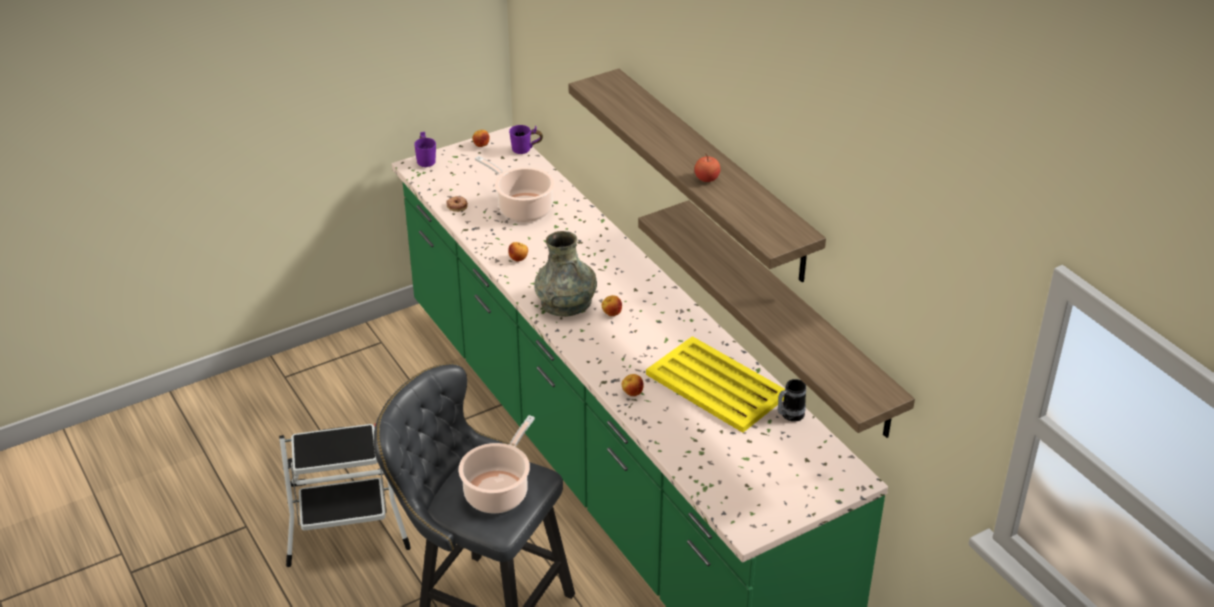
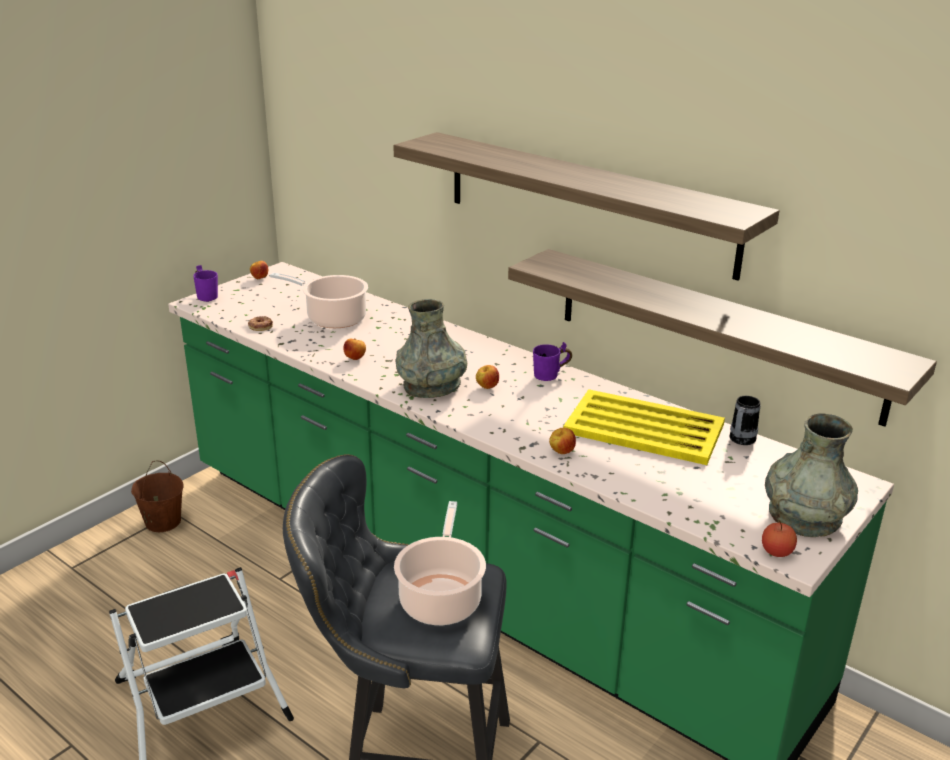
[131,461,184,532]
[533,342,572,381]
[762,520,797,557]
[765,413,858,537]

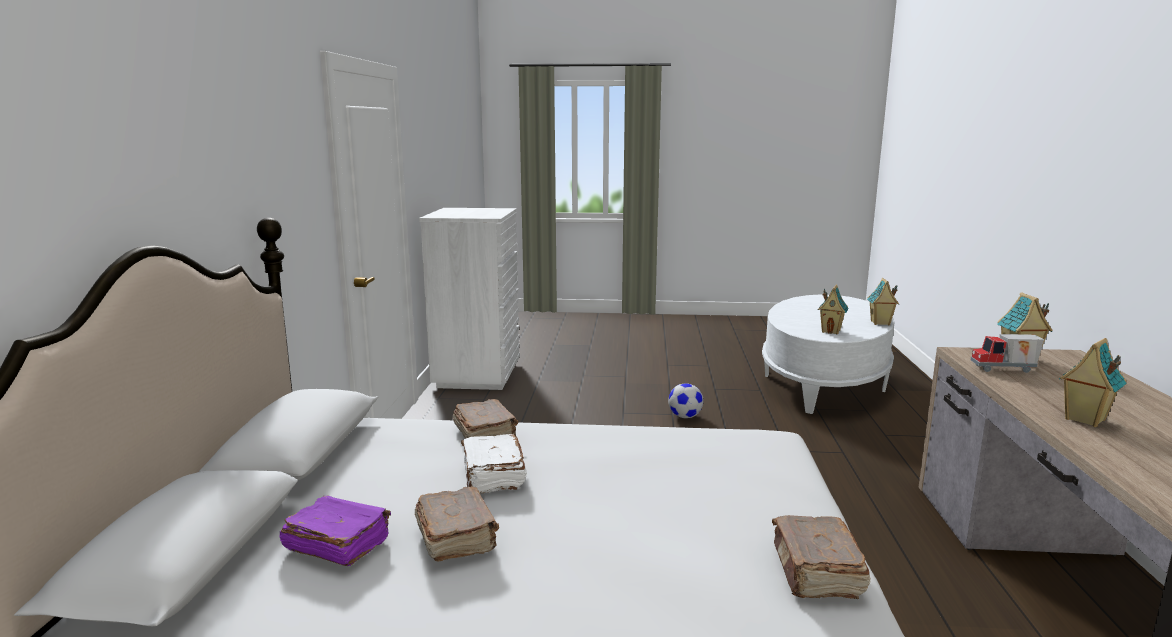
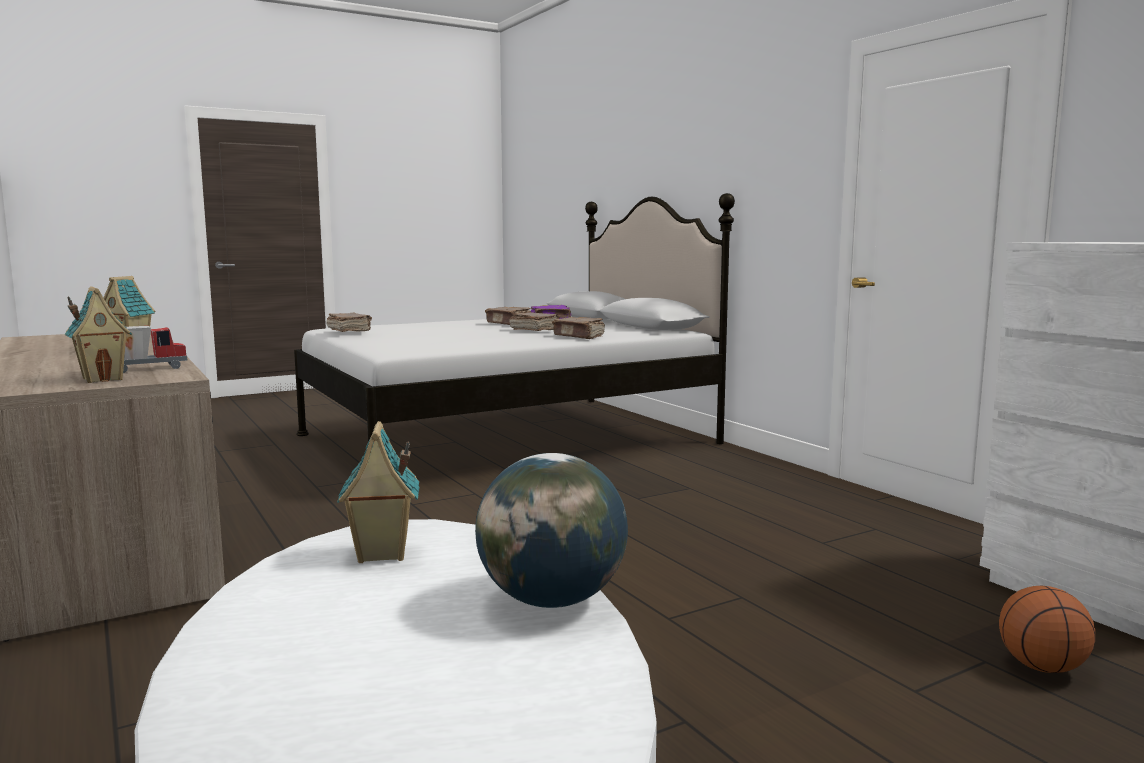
[475,453,628,608]
[509,312,560,331]
[999,585,1095,673]
[668,383,704,418] (first image)
[867,278,899,325] (first image)

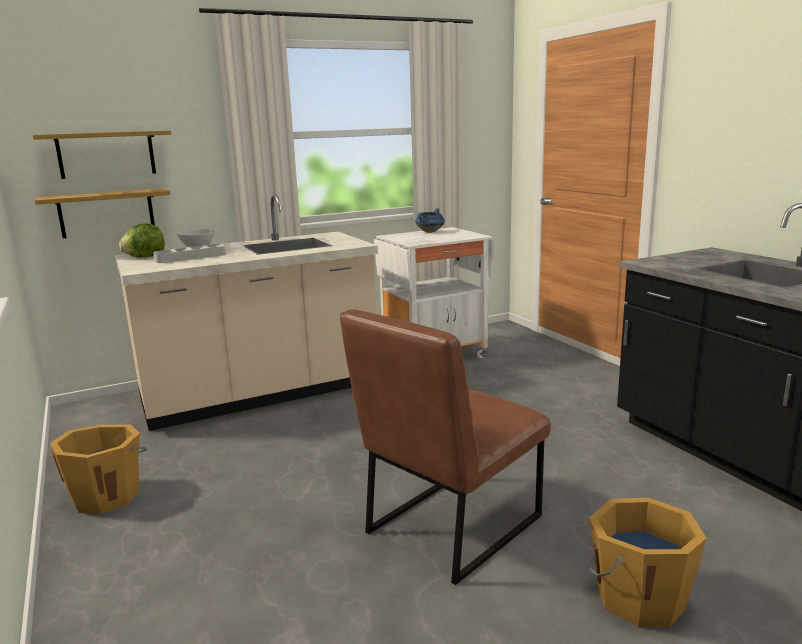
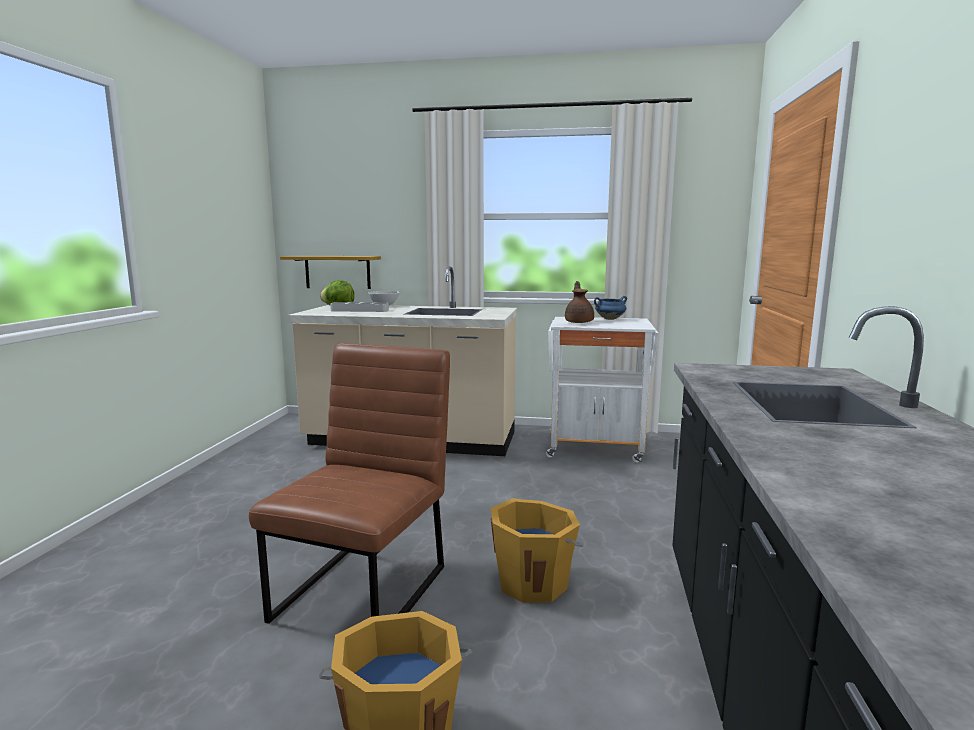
[249,343,450,624]
[491,498,584,603]
[565,281,594,323]
[33,130,171,179] (first image)

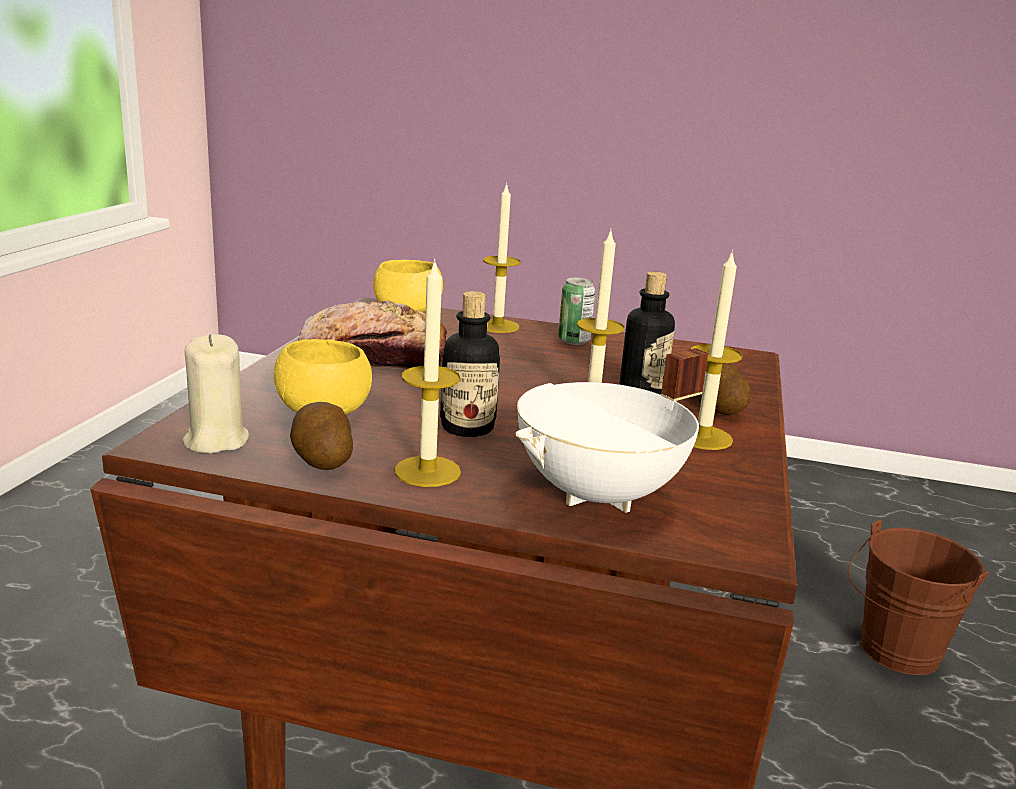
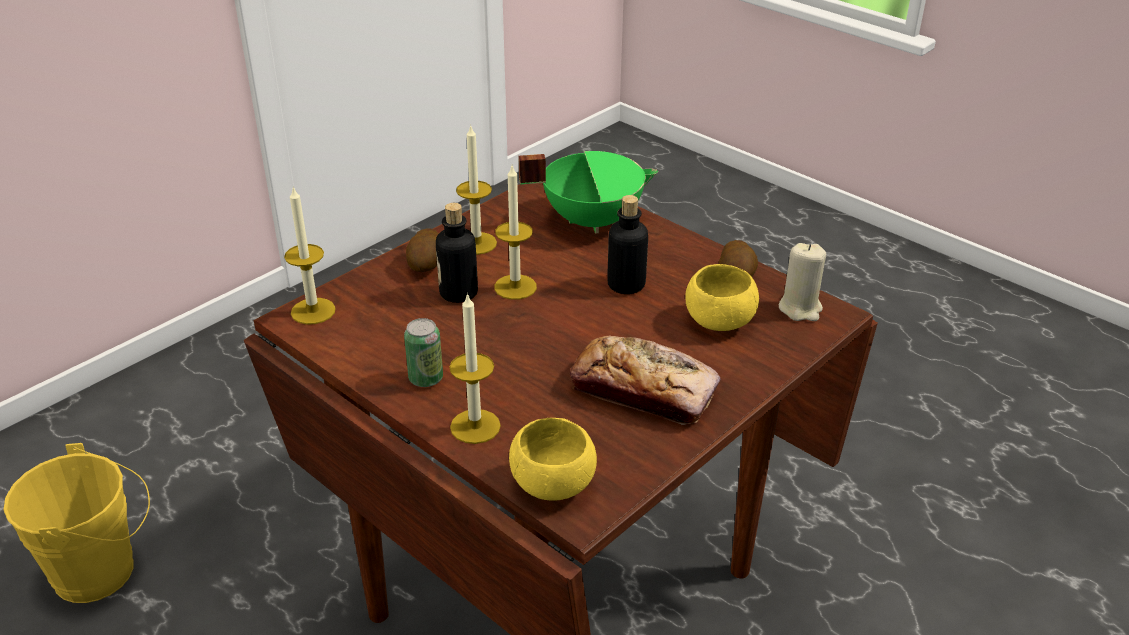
[4,443,150,603]
[284,187,336,325]
[518,151,658,233]

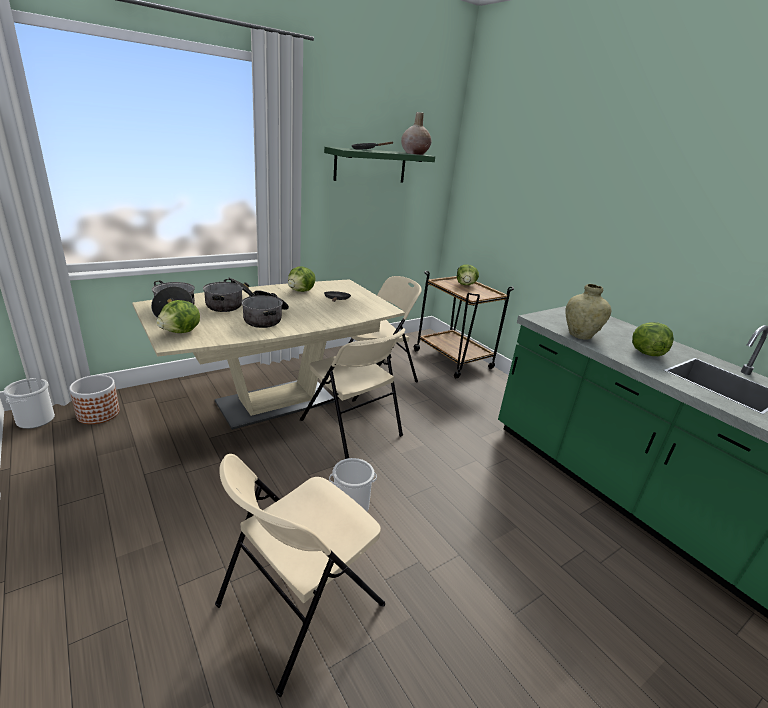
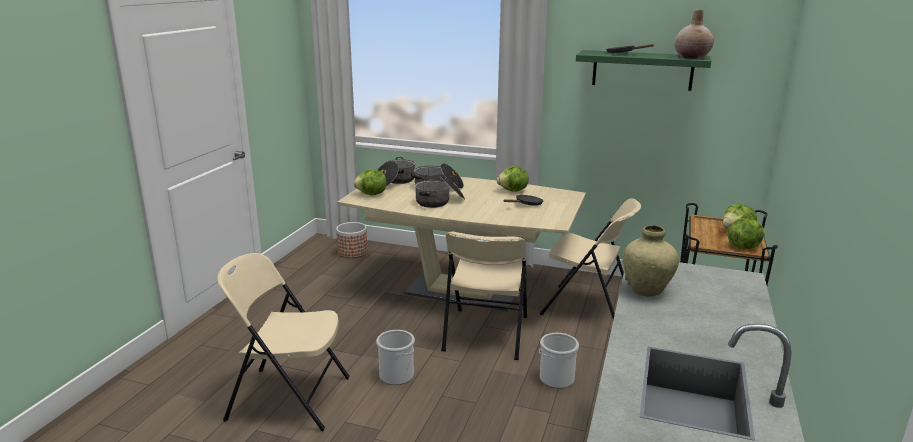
[539,333,579,388]
[727,218,765,250]

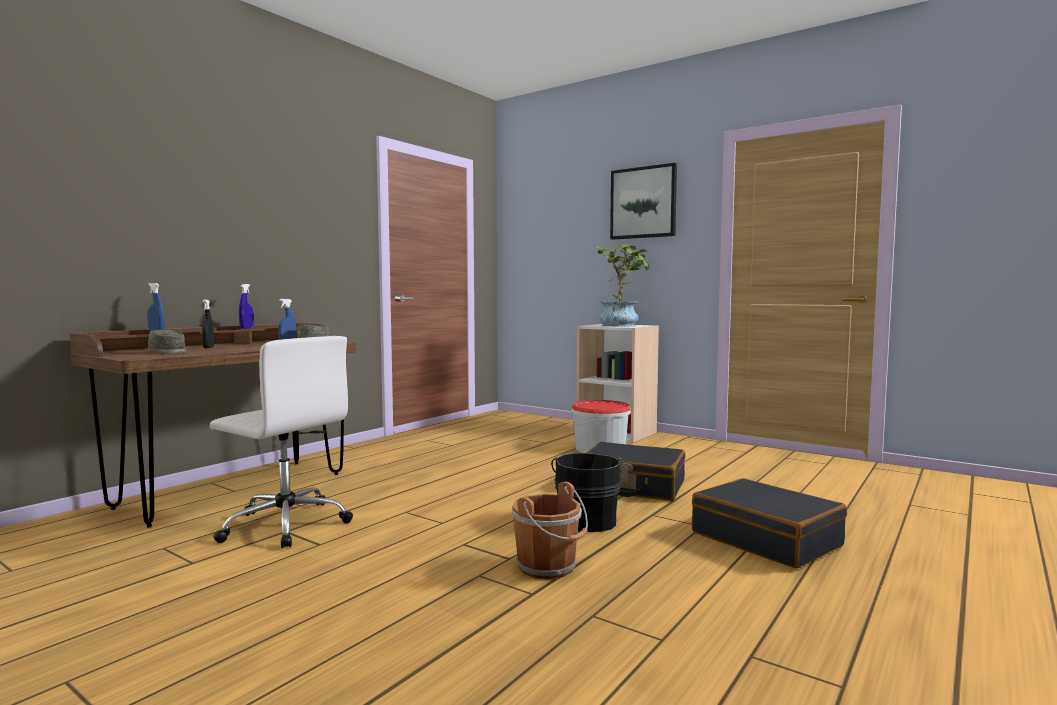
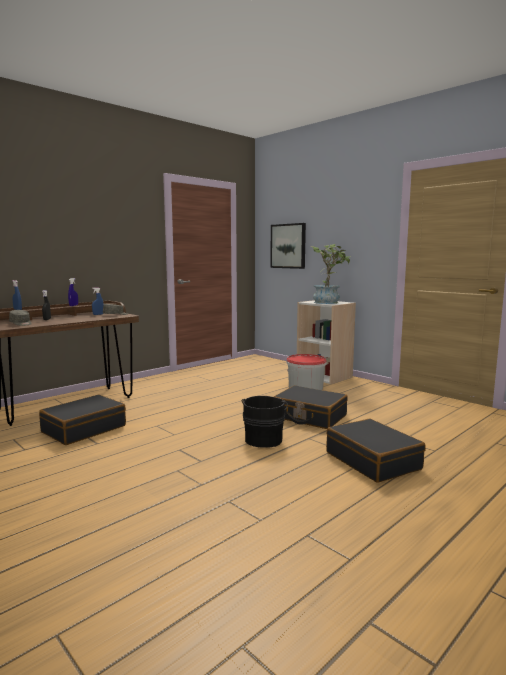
[39,395,126,445]
[270,223,306,269]
[512,482,588,579] (first image)

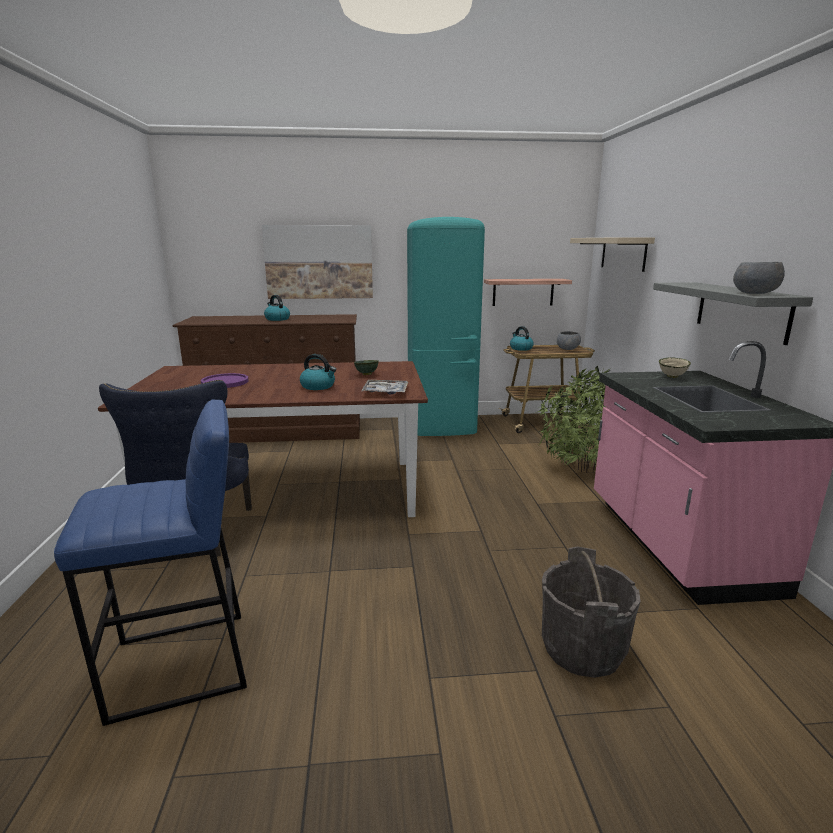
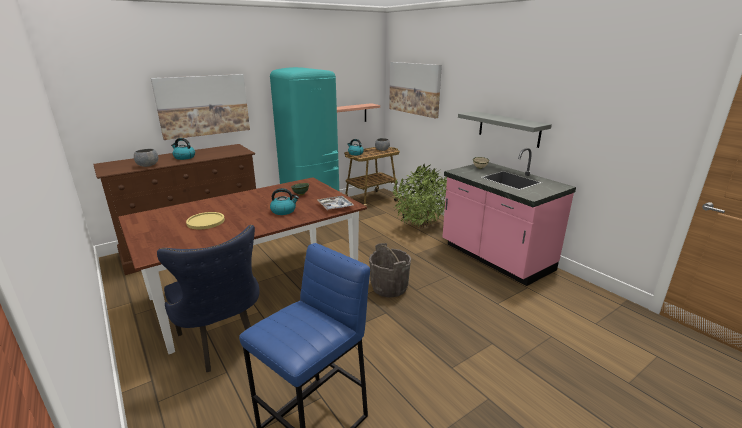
[134,149,158,167]
[186,212,225,229]
[369,243,411,298]
[389,62,442,119]

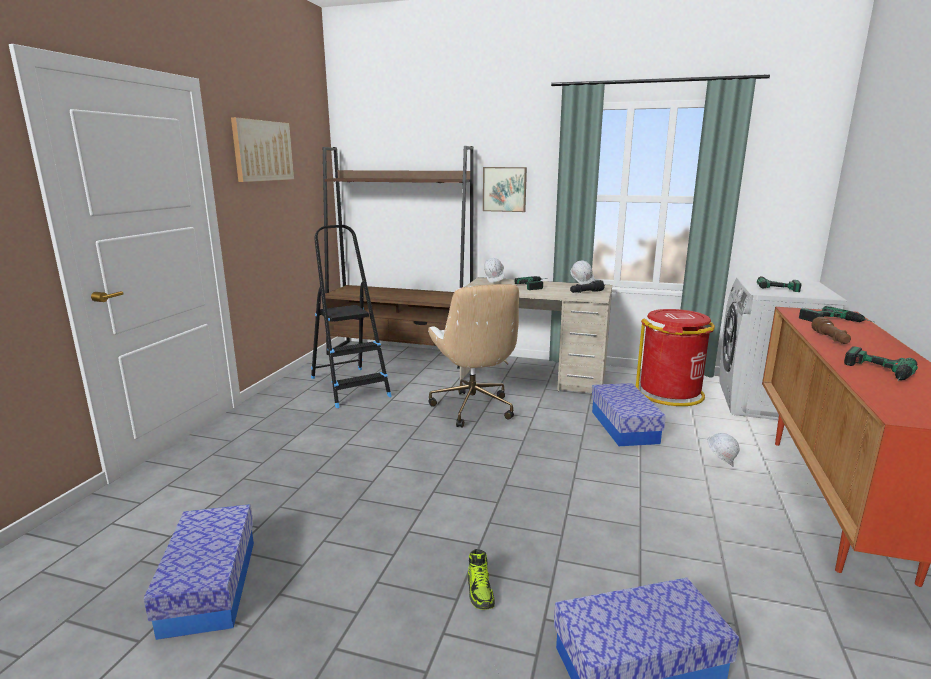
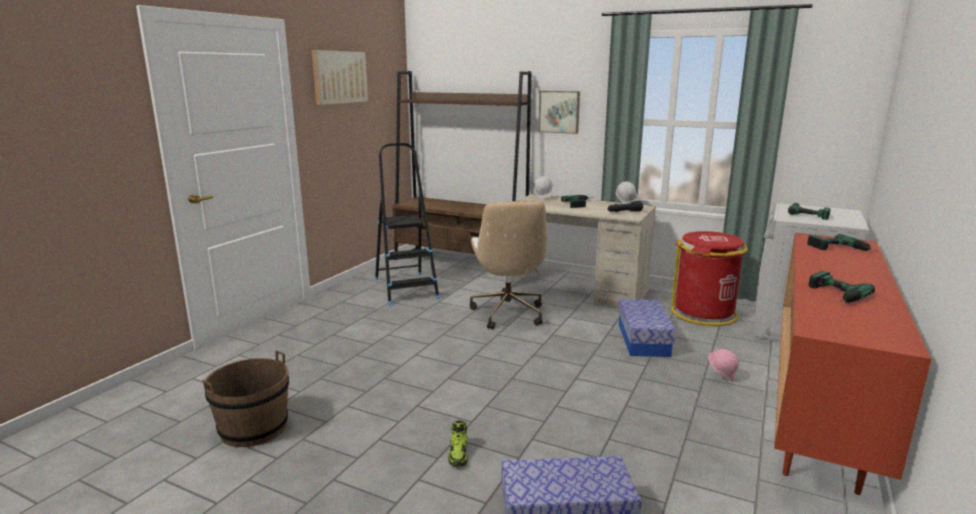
[202,350,289,447]
[708,349,739,382]
[811,317,851,344] (first image)

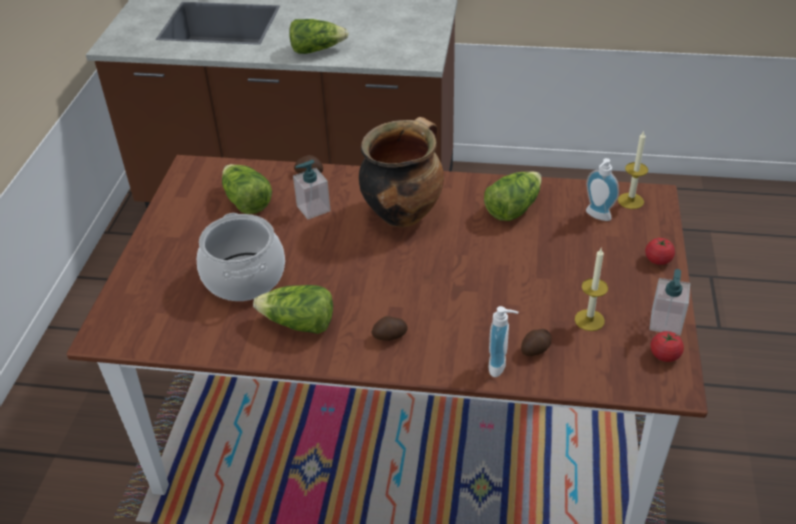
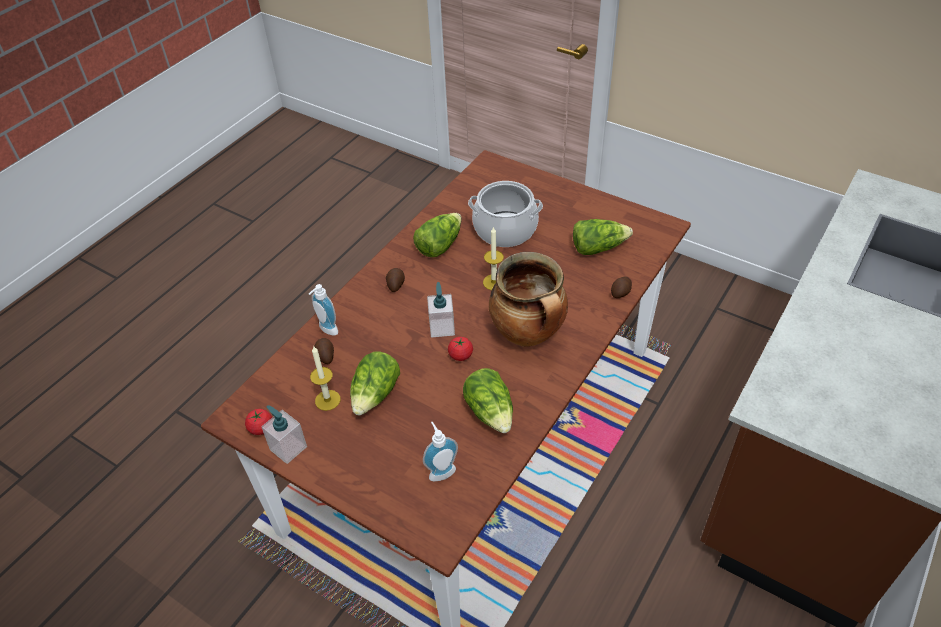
[350,351,400,415]
[427,282,455,337]
[448,337,473,361]
[483,227,504,290]

